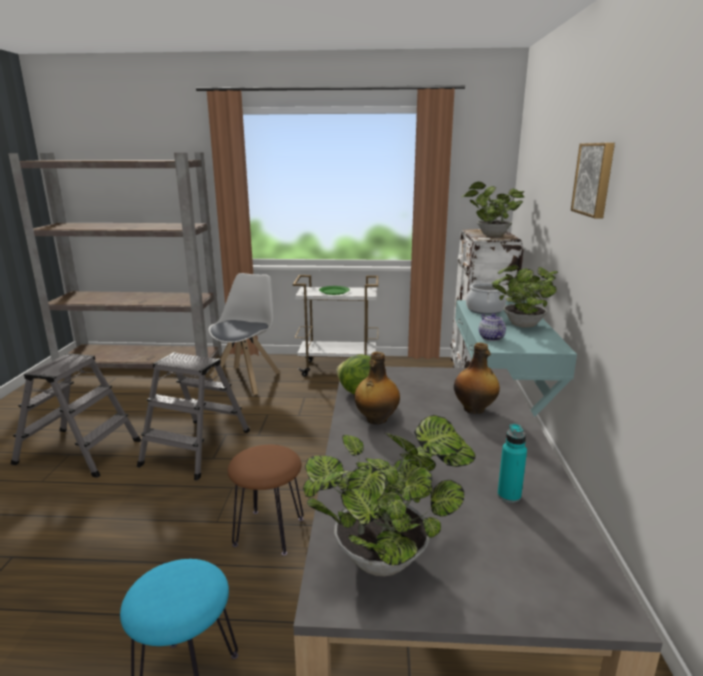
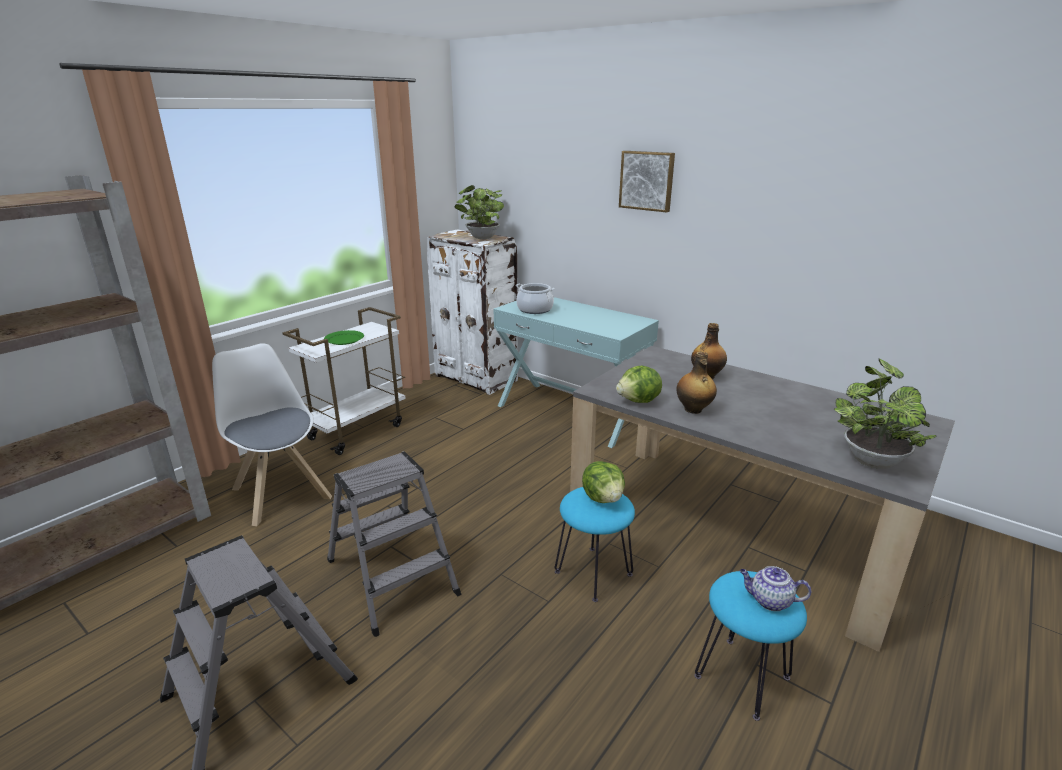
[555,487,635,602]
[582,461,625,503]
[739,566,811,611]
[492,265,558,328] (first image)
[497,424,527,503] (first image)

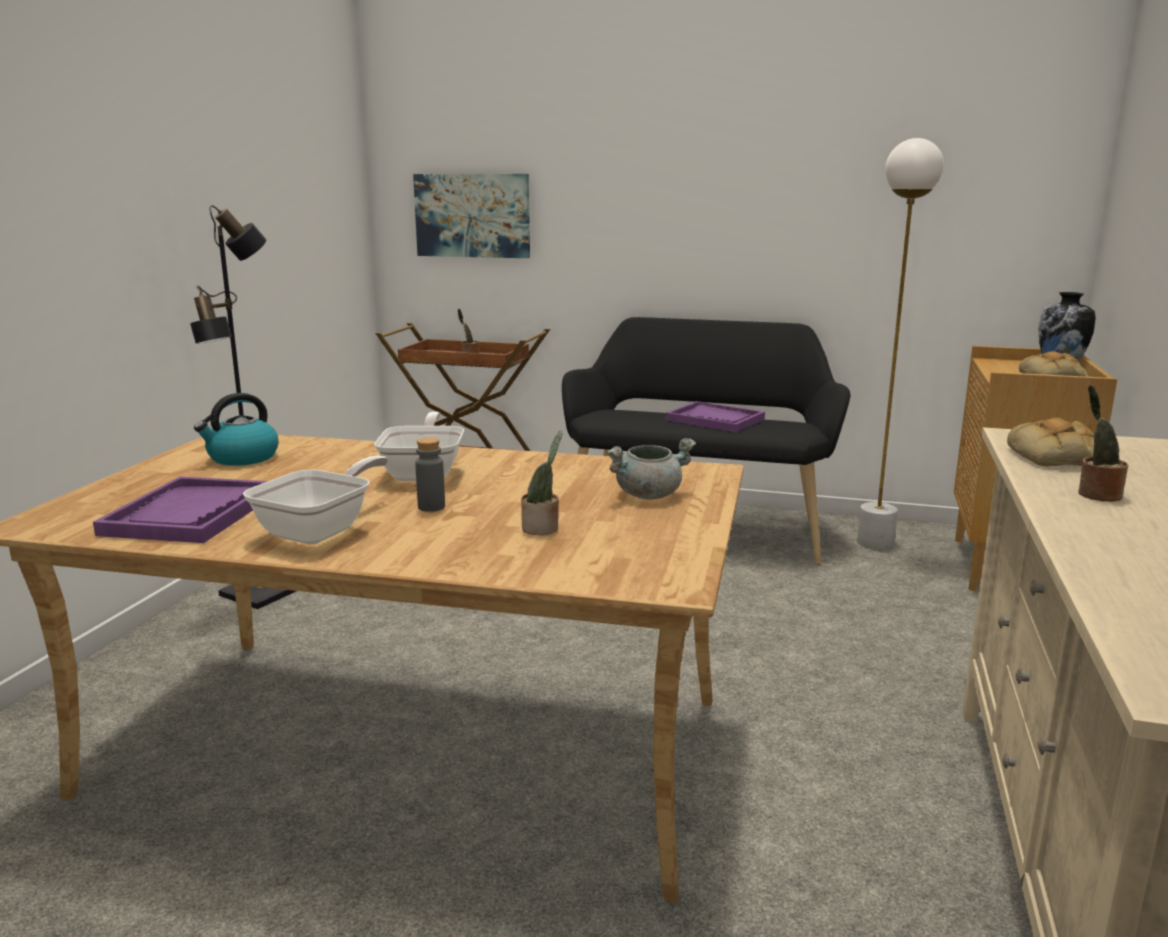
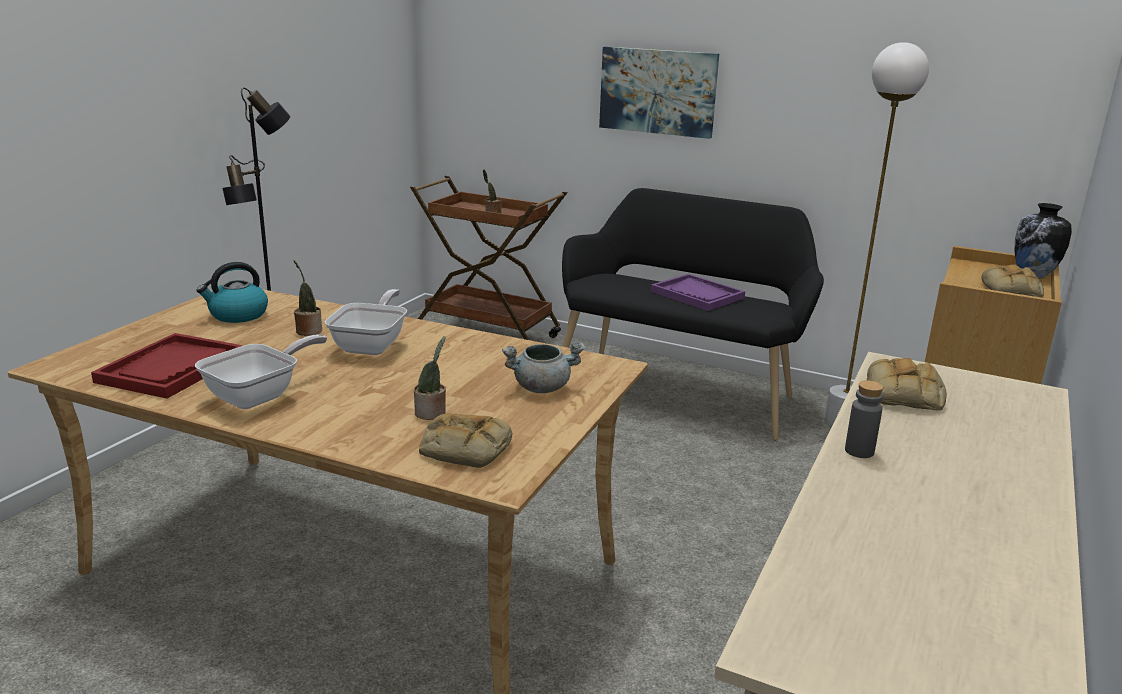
[91,333,243,399]
[293,260,322,336]
[419,413,512,468]
[599,47,719,139]
[845,380,883,458]

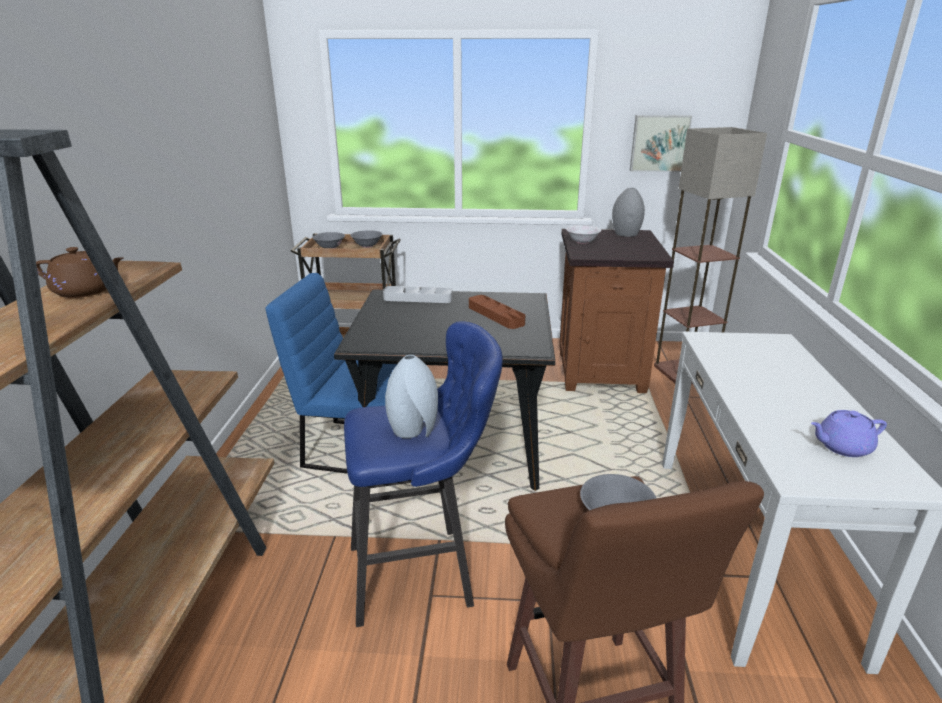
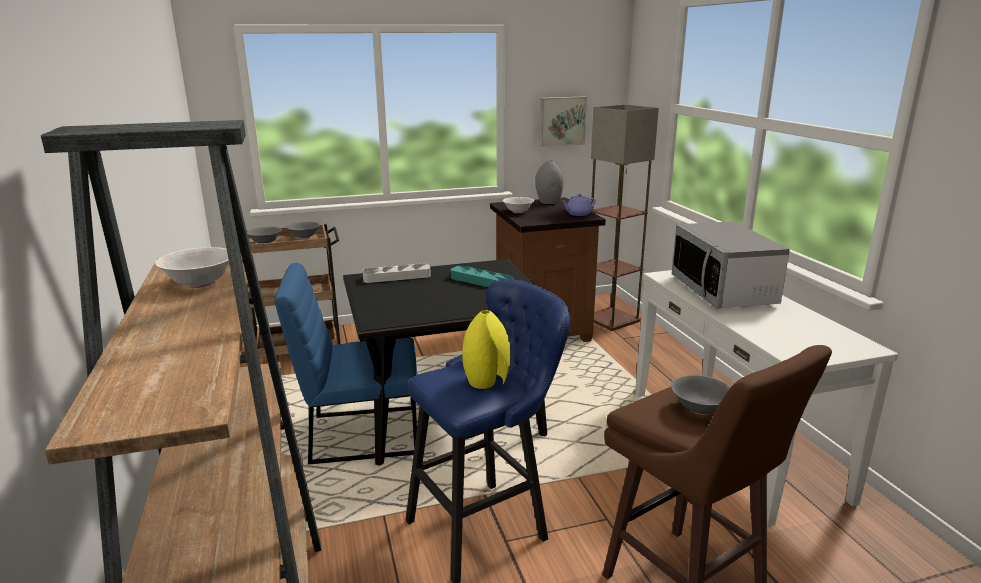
[155,247,229,288]
[451,265,514,287]
[462,310,510,389]
[562,194,596,216]
[672,221,790,308]

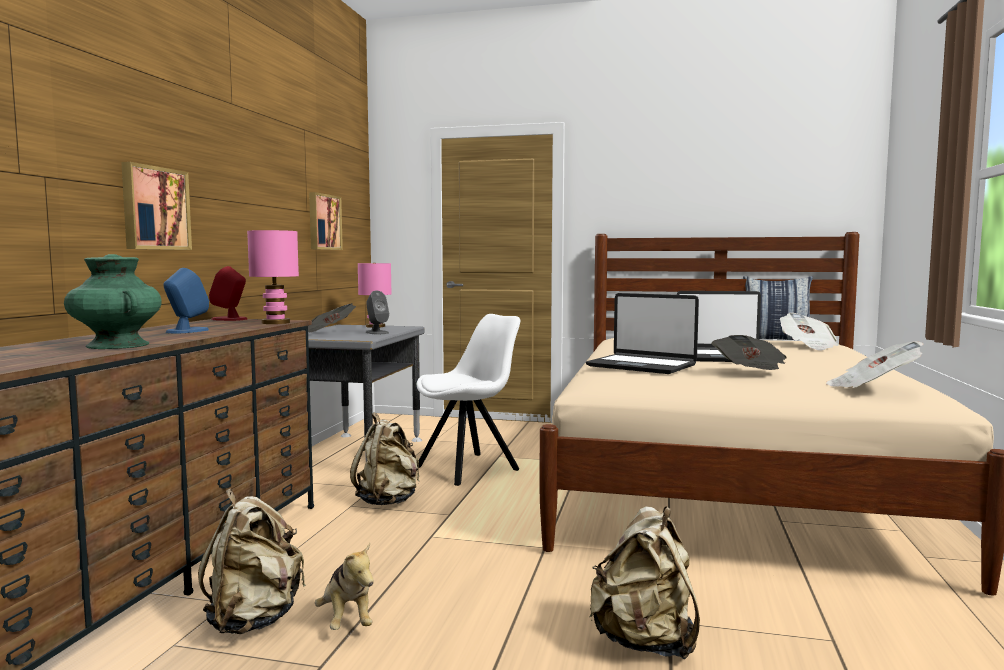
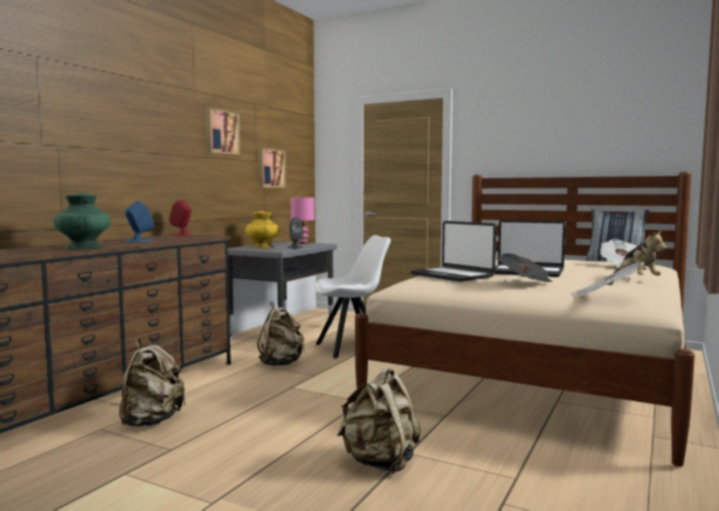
[205,107,240,155]
[245,211,280,248]
[614,230,667,275]
[247,230,299,324] (first image)

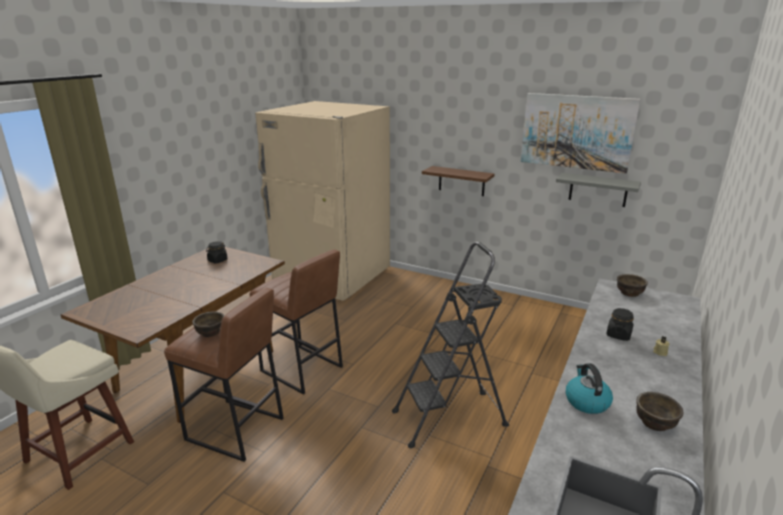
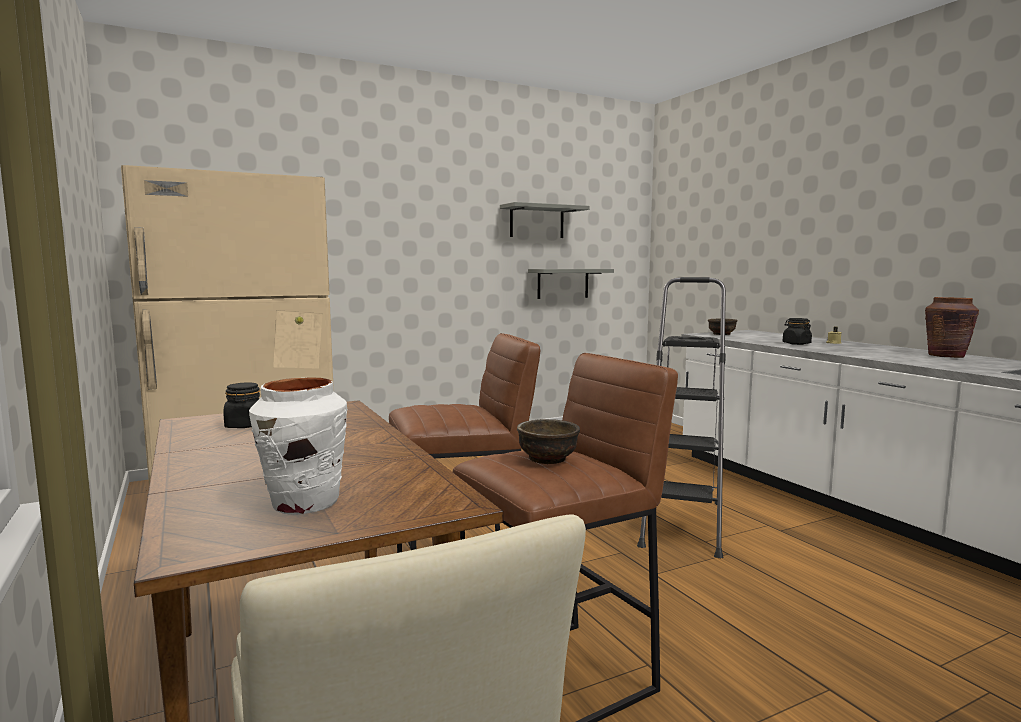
[249,378,347,515]
[500,202,589,238]
[925,297,979,358]
[422,166,494,196] (first image)
[566,363,613,414] (first image)

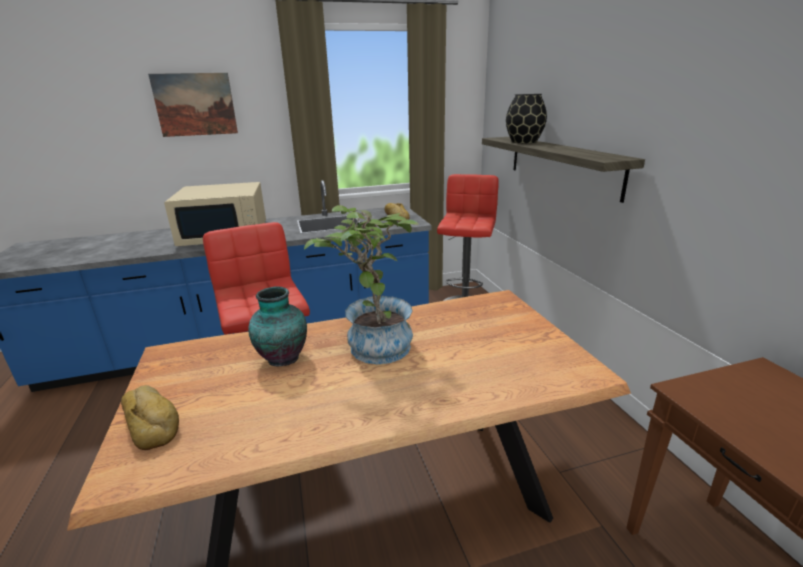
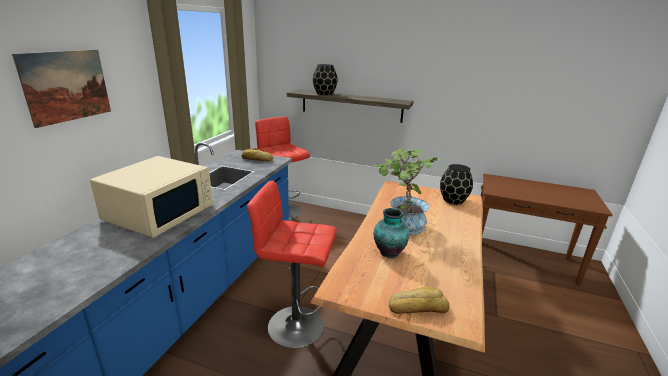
[440,164,473,205]

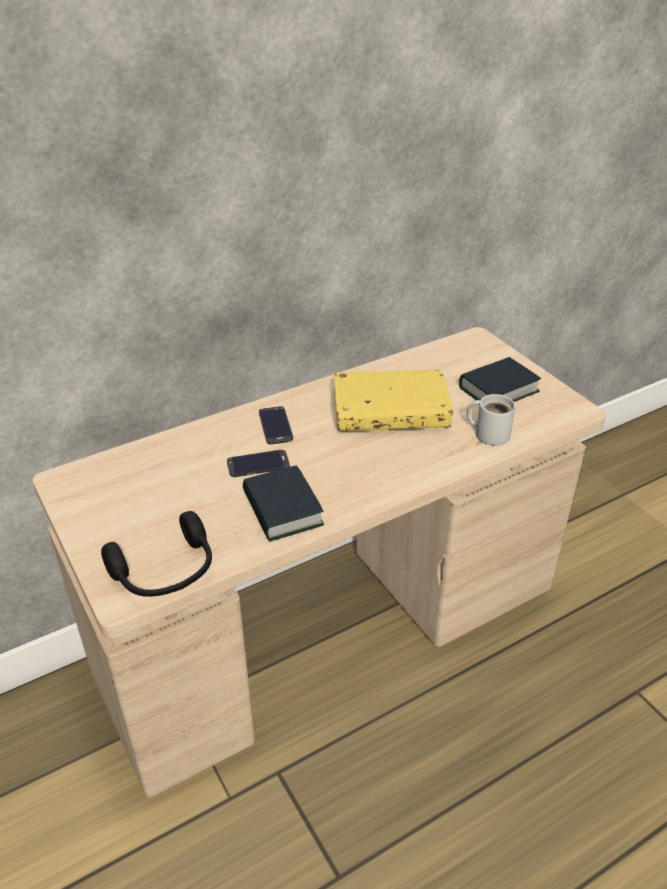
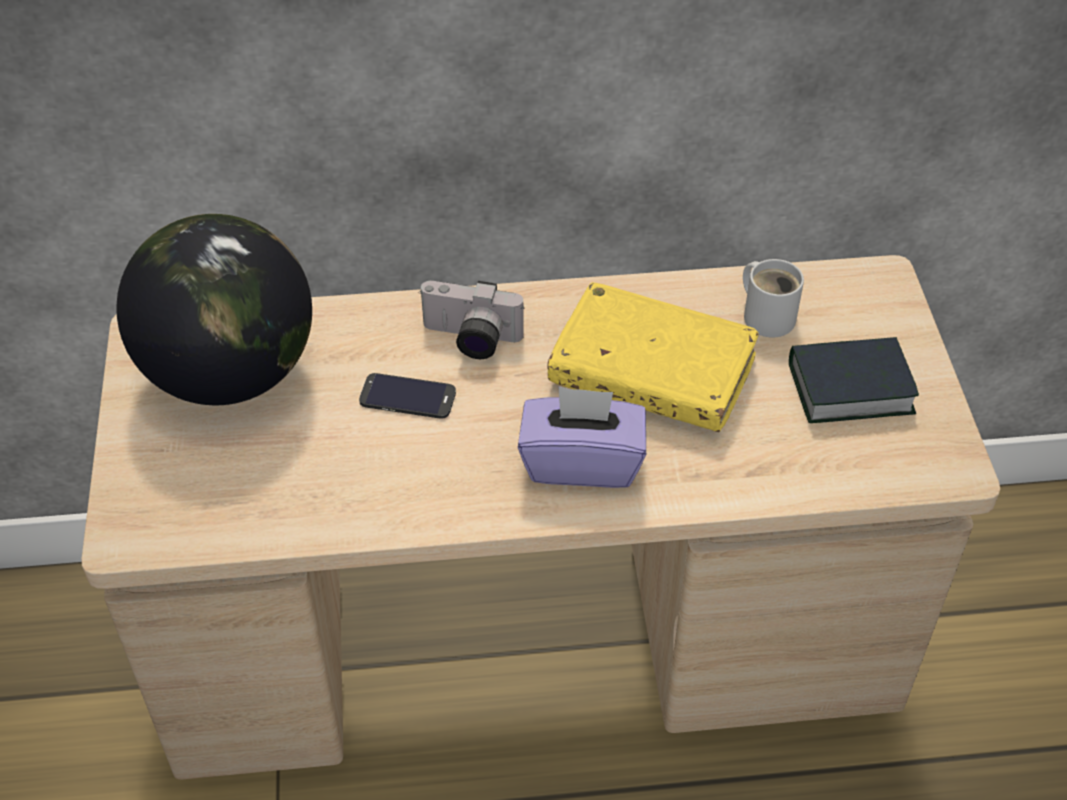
[117,214,312,405]
[418,281,524,359]
[518,386,646,488]
[743,259,804,337]
[101,511,212,597] (first image)
[243,465,324,542] (first image)

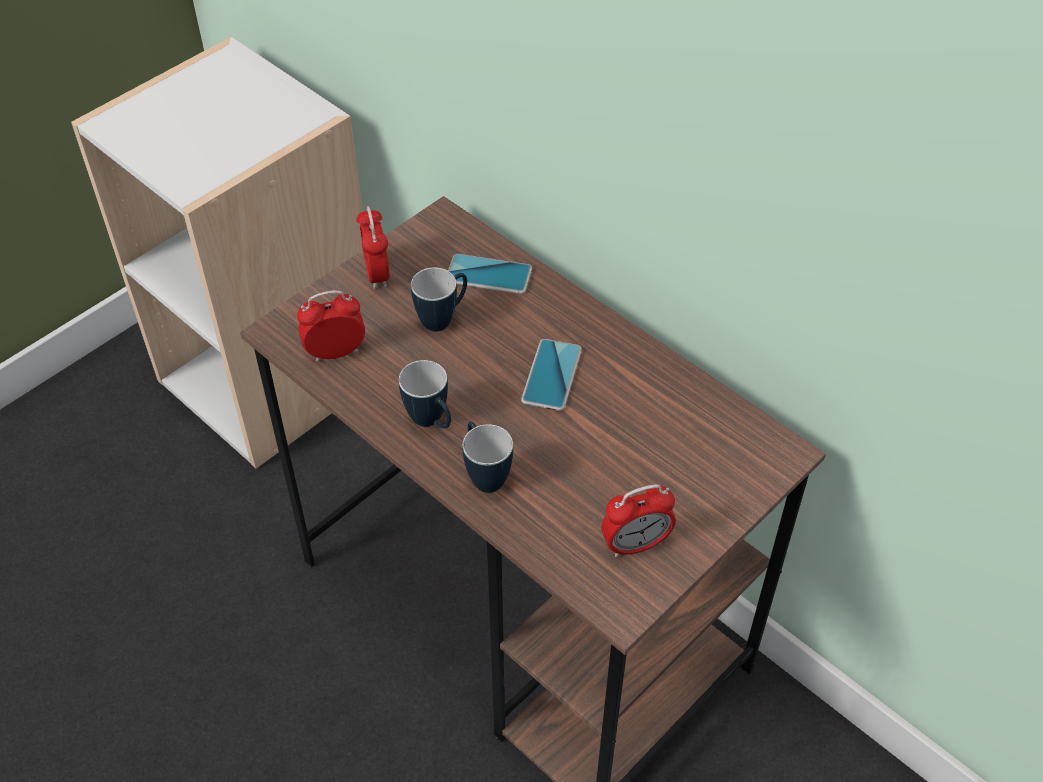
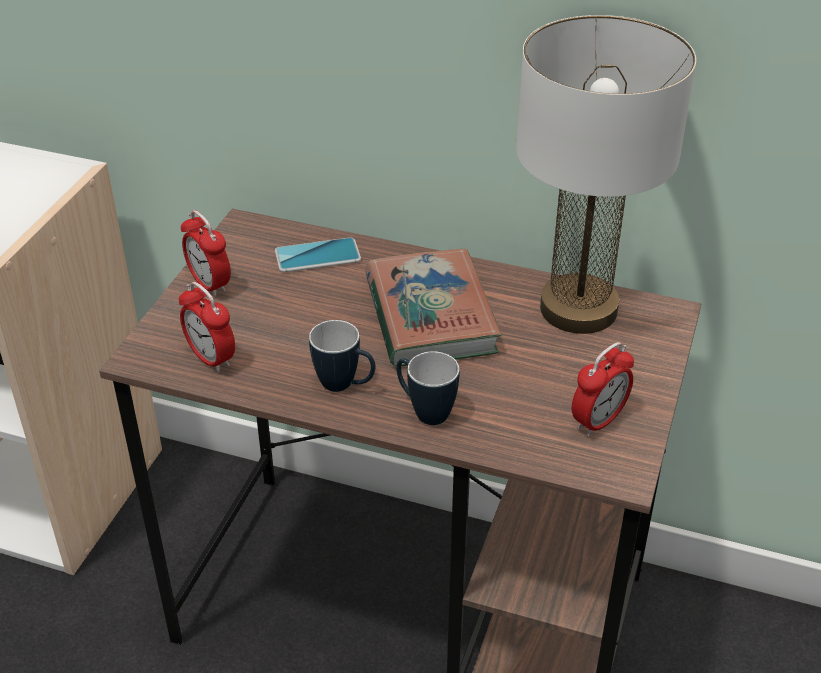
[179,282,235,372]
[366,249,502,367]
[516,15,696,334]
[411,267,467,332] (first image)

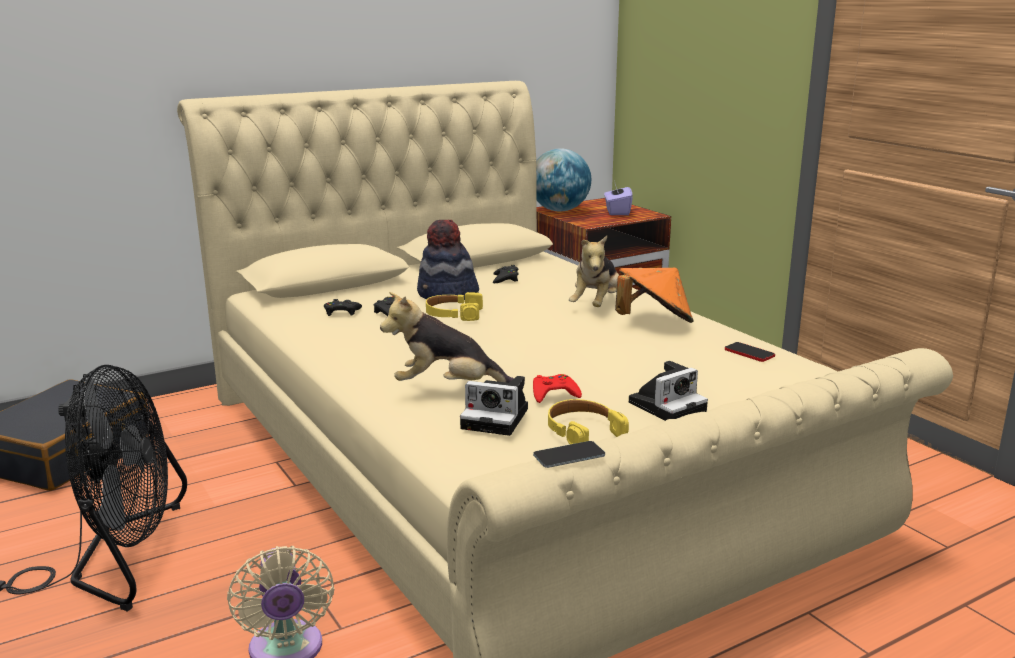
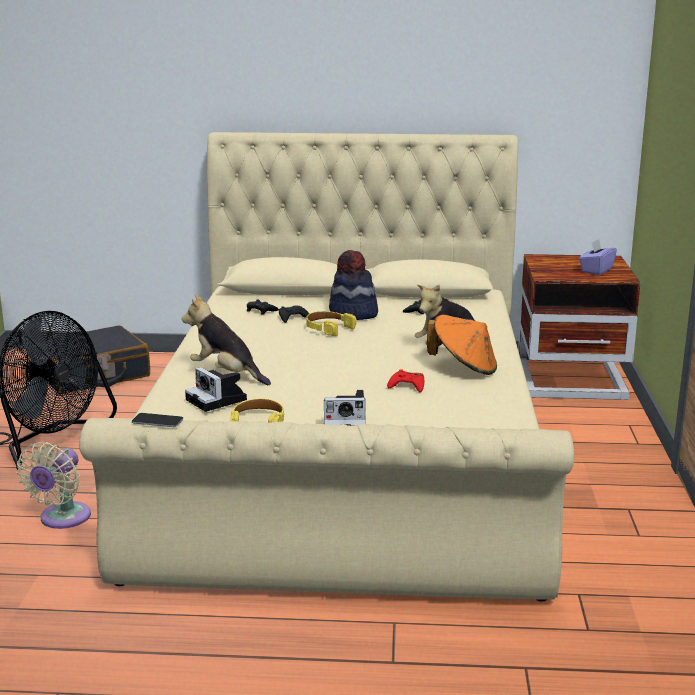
[387,370,424,392]
[536,148,591,211] (first image)
[725,342,775,362] (first image)

